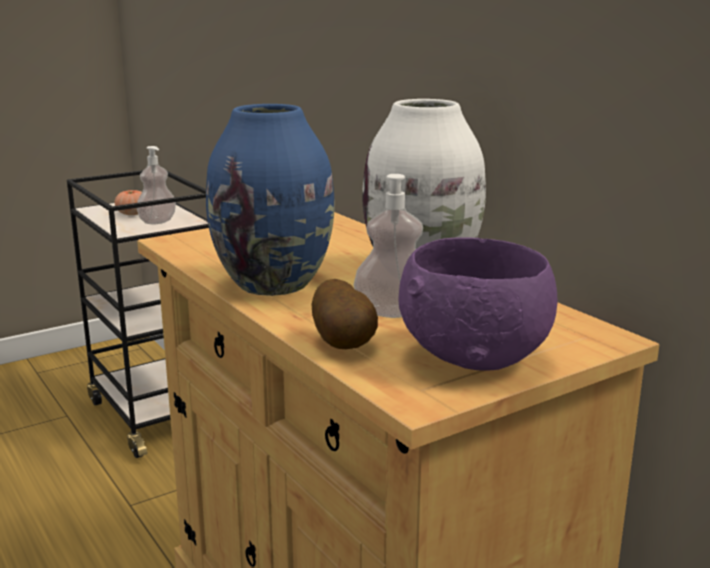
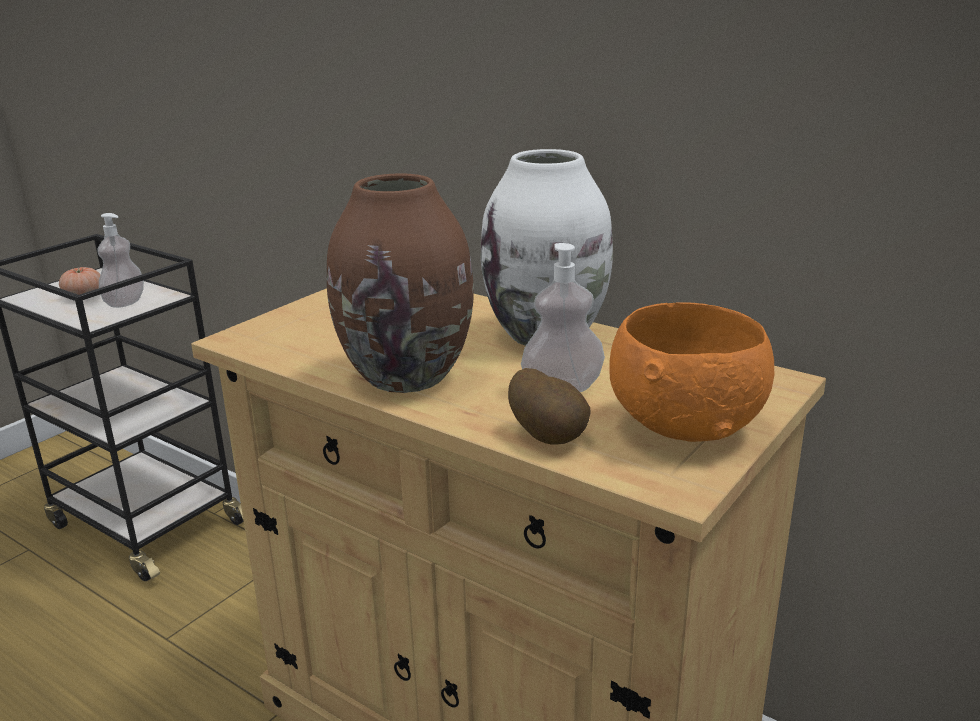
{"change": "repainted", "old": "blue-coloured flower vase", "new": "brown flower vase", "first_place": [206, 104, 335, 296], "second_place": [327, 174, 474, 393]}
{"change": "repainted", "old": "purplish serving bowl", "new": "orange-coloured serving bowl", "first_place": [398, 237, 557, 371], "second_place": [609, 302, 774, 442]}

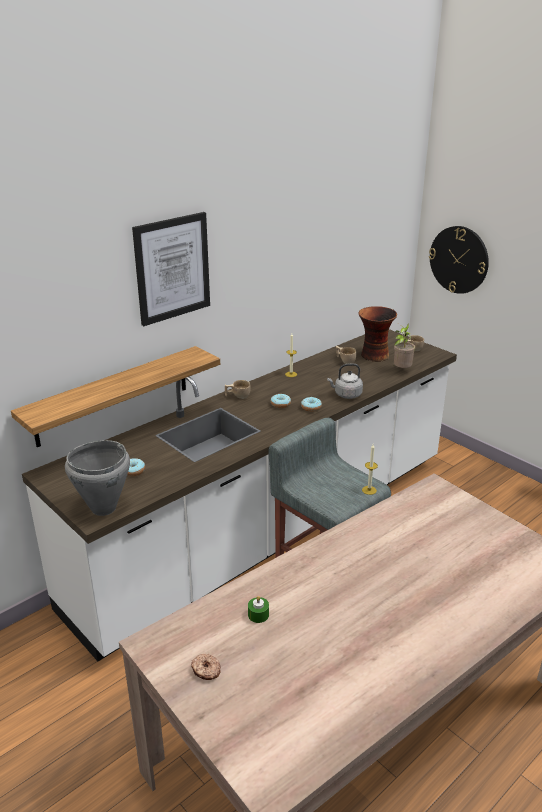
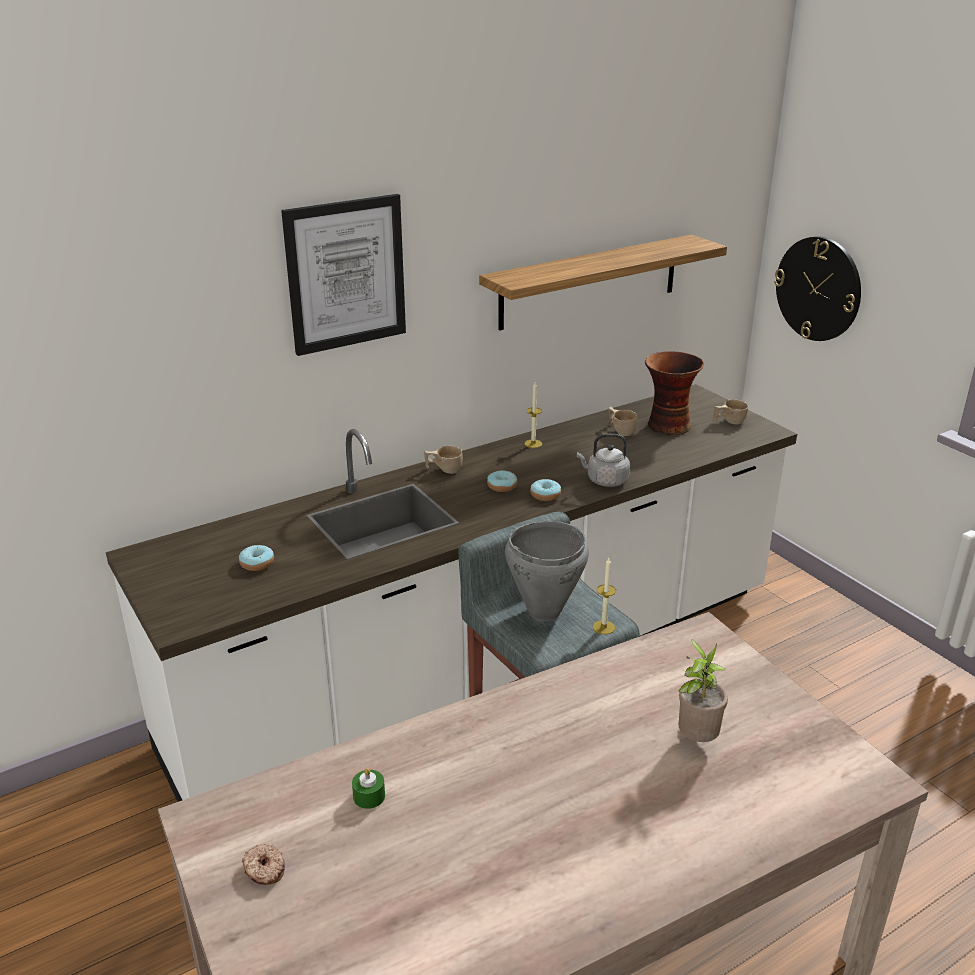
{"change": "shifted", "old": "shelf", "first_place": [11, 346, 220, 447], "second_place": [479, 235, 727, 331]}
{"change": "shifted", "old": "gray saucepot", "first_place": [65, 440, 130, 516], "second_place": [505, 521, 589, 621]}
{"change": "shifted", "old": "potted plant", "first_place": [394, 323, 415, 368], "second_place": [679, 639, 728, 742]}

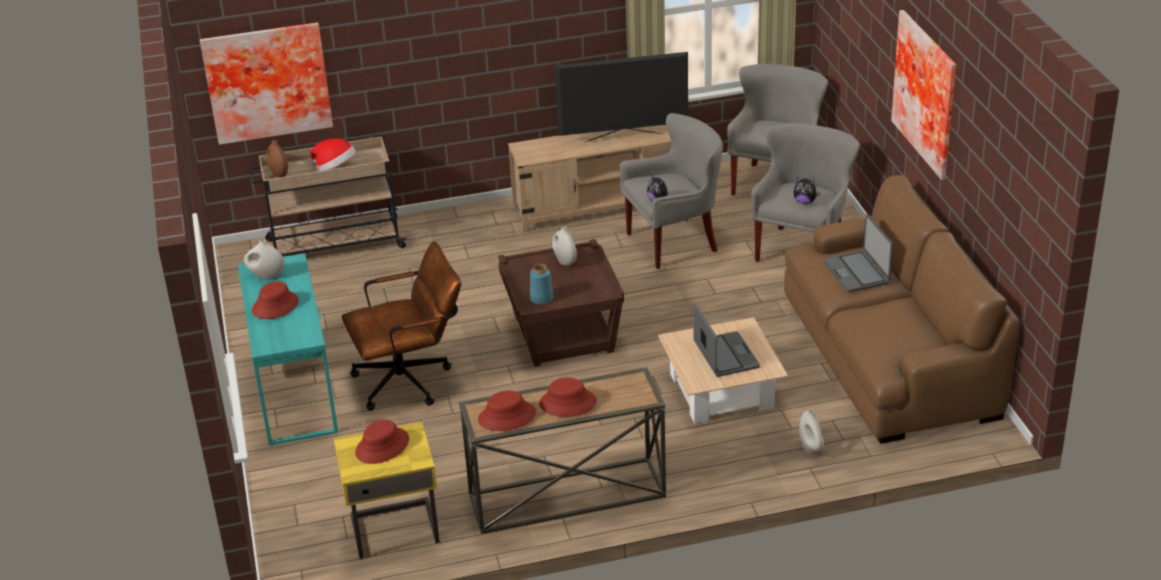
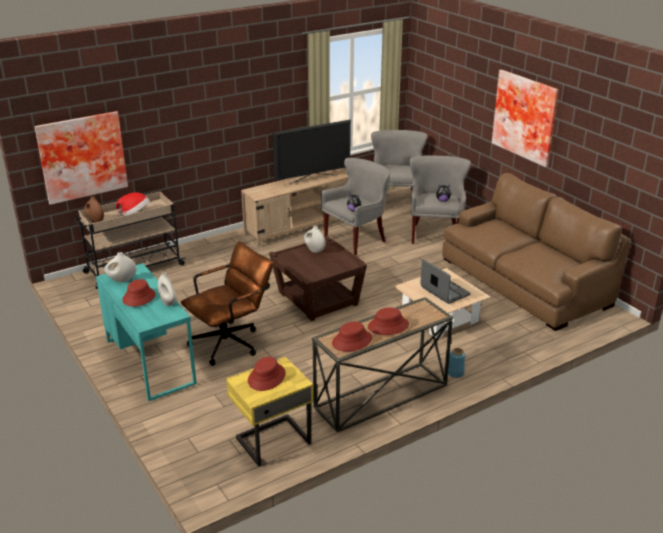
{"change": "shifted", "old": "blue-coloured flower vase", "first_place": [530, 264, 553, 305], "second_place": [448, 348, 465, 378]}
{"change": "shifted", "old": "whitish flower vase", "first_place": [799, 409, 824, 454], "second_place": [158, 272, 177, 306]}
{"change": "gone", "old": "notebook computer", "first_place": [823, 214, 893, 293]}

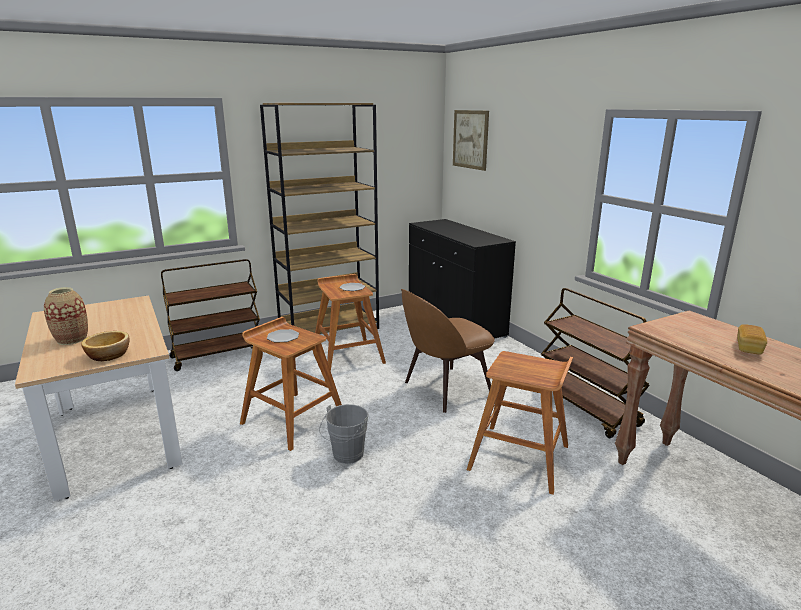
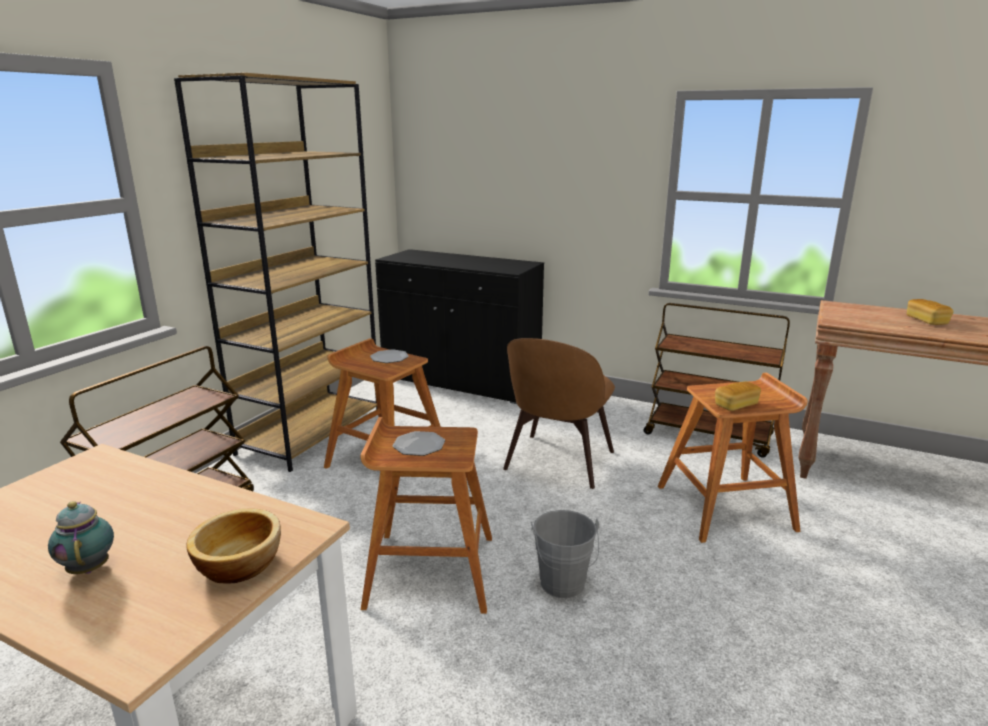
{"change": "swapped", "old": "flower vase", "new": "tea pot", "first_place": [44, 287, 88, 345], "second_place": [48, 501, 114, 574]}
{"change": "gone", "old": "wall picture", "first_place": [453, 110, 489, 171]}
{"change": "new", "new": "bakery bread", "second_place": [715, 381, 761, 411]}

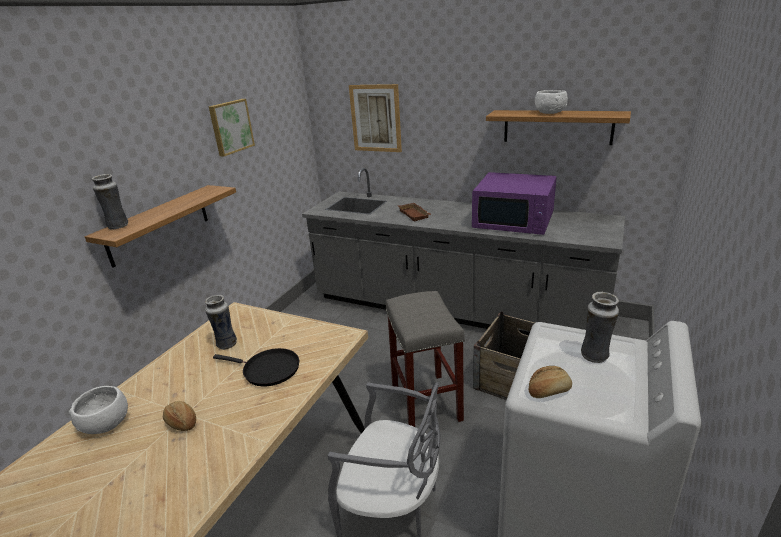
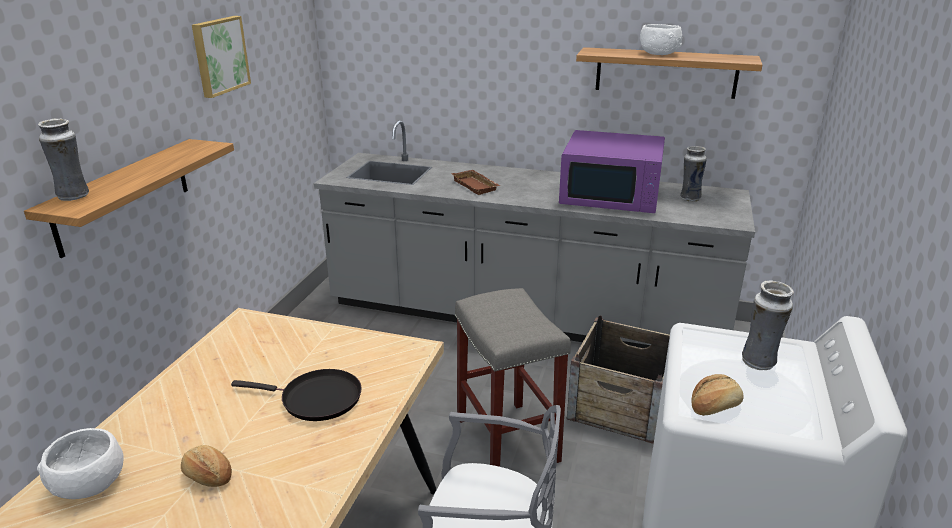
{"change": "shifted", "old": "flower vase", "first_place": [205, 295, 237, 350], "second_place": [680, 146, 707, 202]}
{"change": "gone", "old": "wall picture", "first_place": [349, 84, 402, 152]}

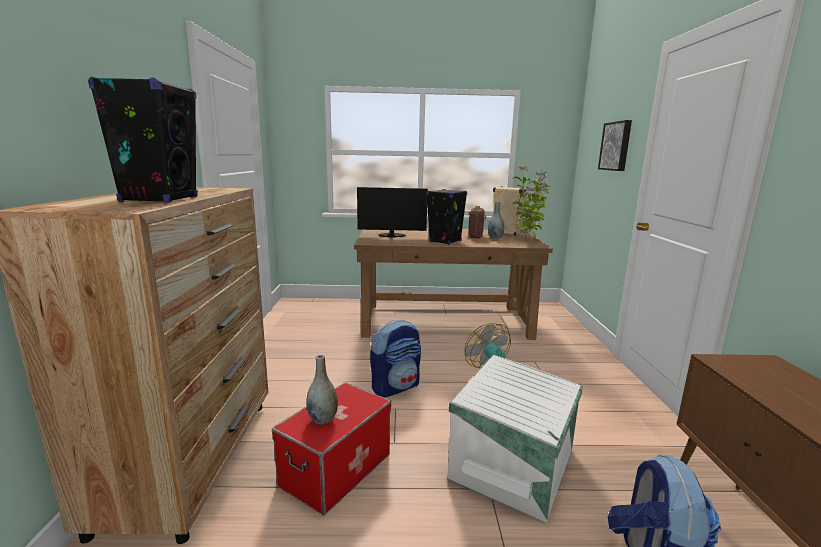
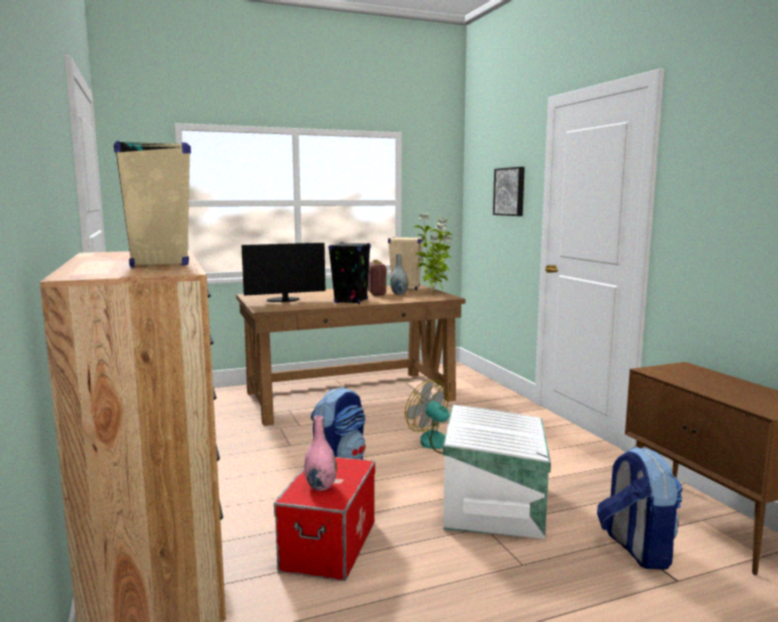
{"change": "repainted", "old": "black audio speaker", "new": "beige audio speaker", "first_place": [88, 77, 198, 203], "second_place": [114, 141, 191, 268]}
{"change": "repainted", "old": "gray flower vase", "new": "pink-coloured flower vase", "first_place": [307, 355, 338, 425], "second_place": [304, 416, 337, 491]}

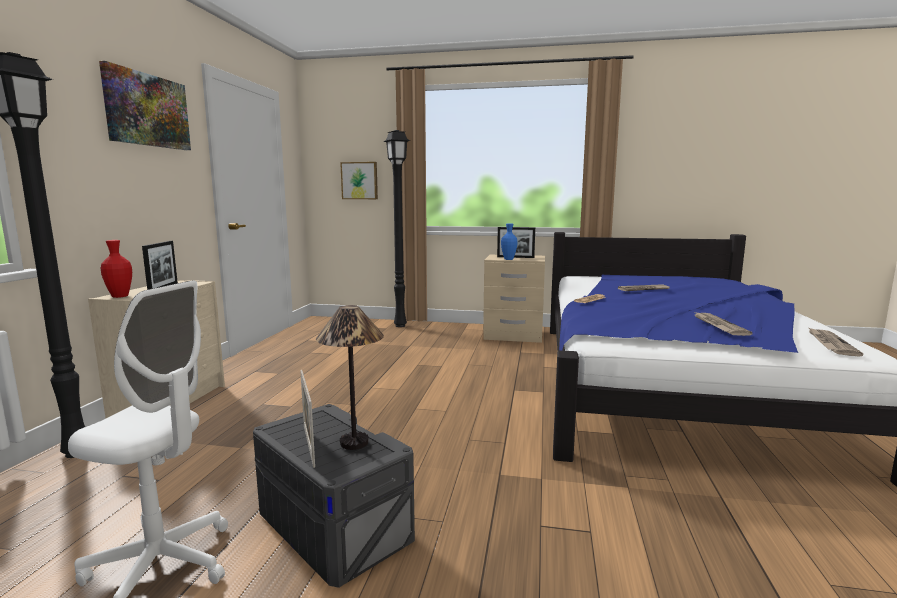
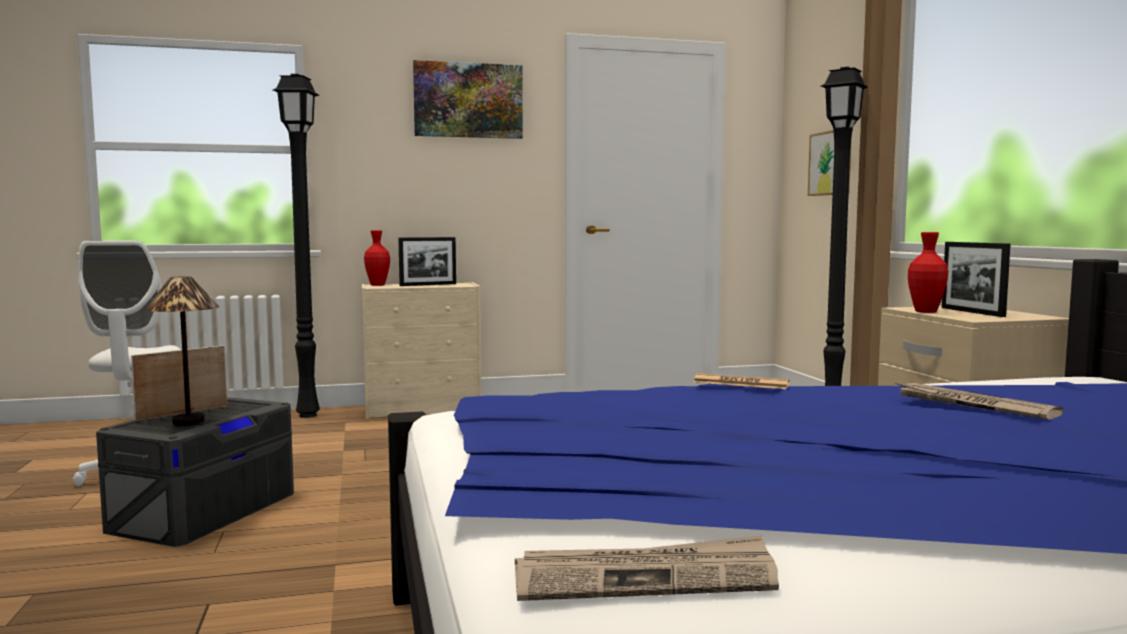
{"change": "repainted", "old": "blue-coloured flower vase", "new": "red-coloured flower vase", "first_place": [501, 223, 518, 260], "second_place": [908, 232, 948, 313]}
{"change": "gone", "old": "printed paper", "first_place": [693, 311, 752, 336]}

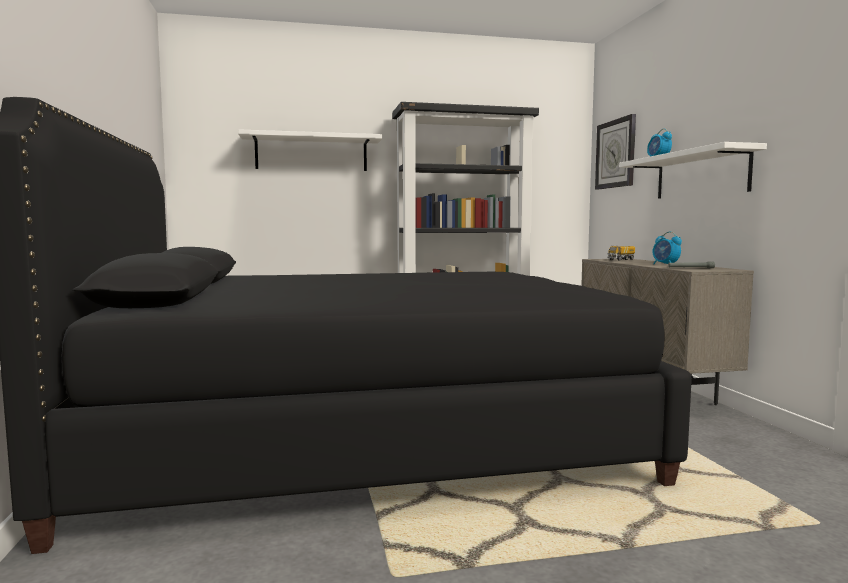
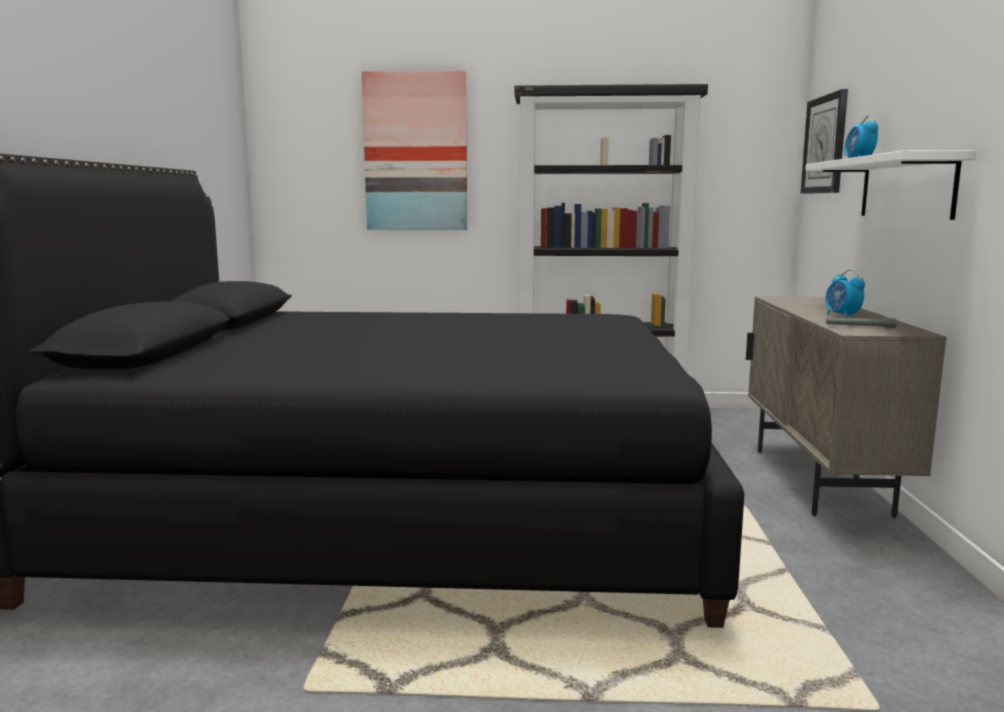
{"change": "swapped", "old": "whitish shelf", "new": "wall picture", "first_place": [238, 129, 383, 171], "second_place": [362, 70, 467, 230]}
{"change": "gone", "old": "toy lorry", "first_place": [607, 246, 635, 260]}

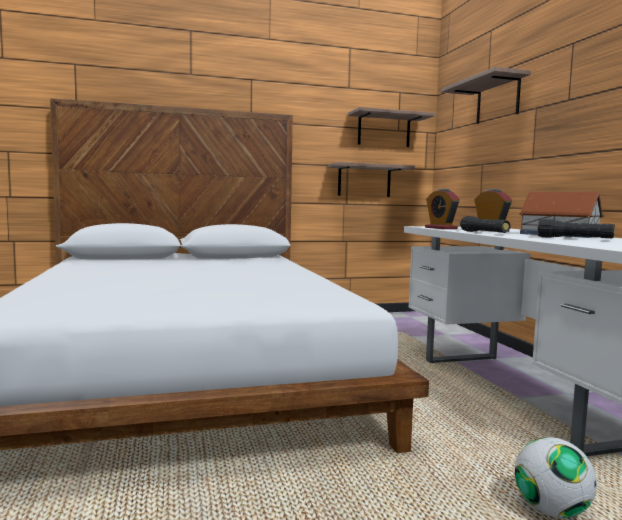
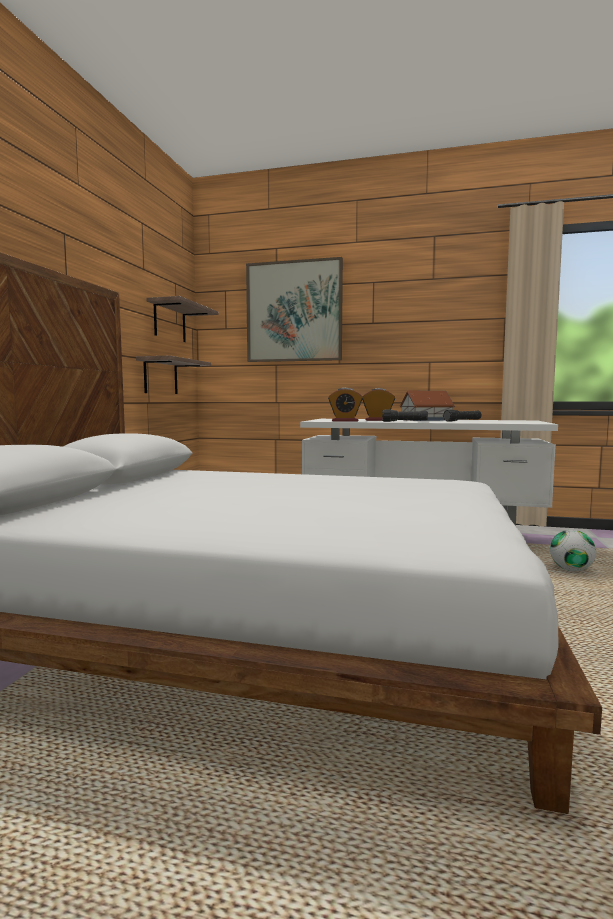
{"change": "swapped", "old": "shelf", "new": "wall picture", "first_place": [441, 67, 531, 124], "second_place": [246, 257, 343, 362]}

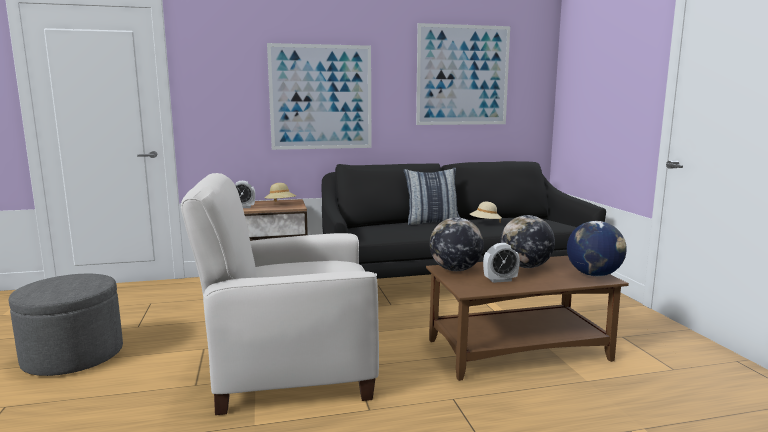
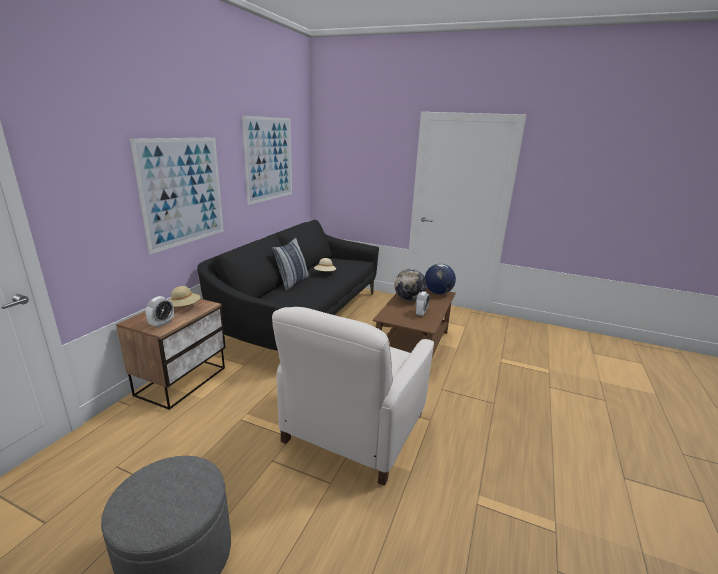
{"change": "gone", "old": "globe", "first_place": [430, 217, 484, 271]}

